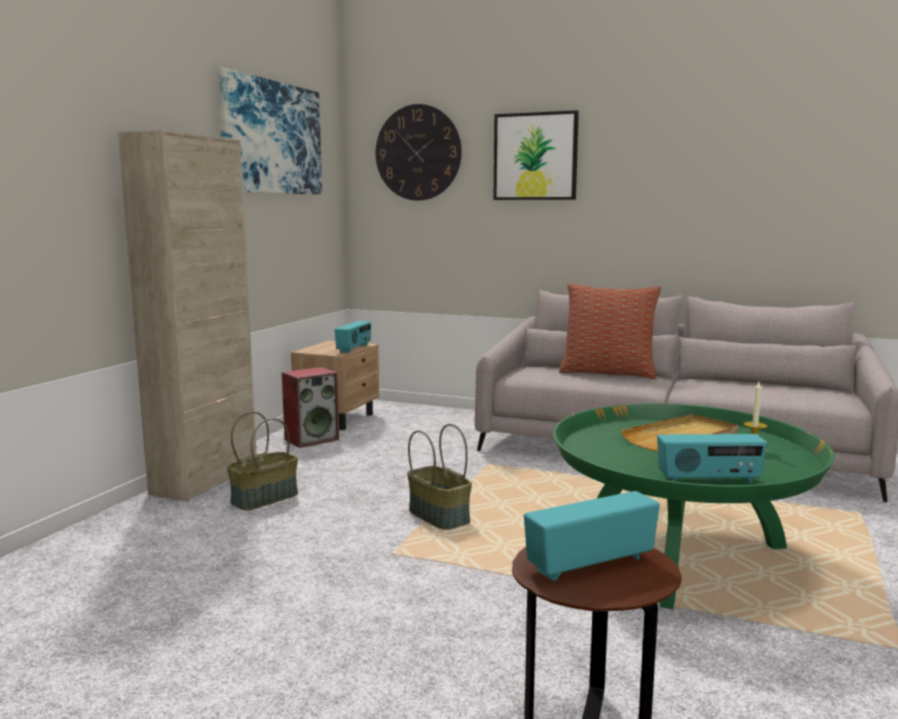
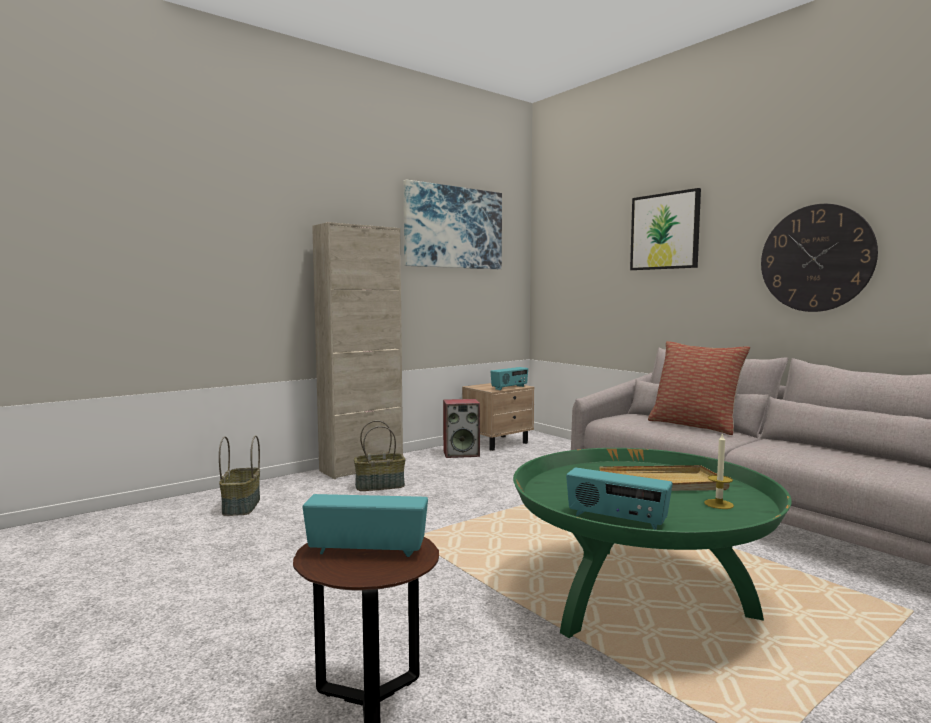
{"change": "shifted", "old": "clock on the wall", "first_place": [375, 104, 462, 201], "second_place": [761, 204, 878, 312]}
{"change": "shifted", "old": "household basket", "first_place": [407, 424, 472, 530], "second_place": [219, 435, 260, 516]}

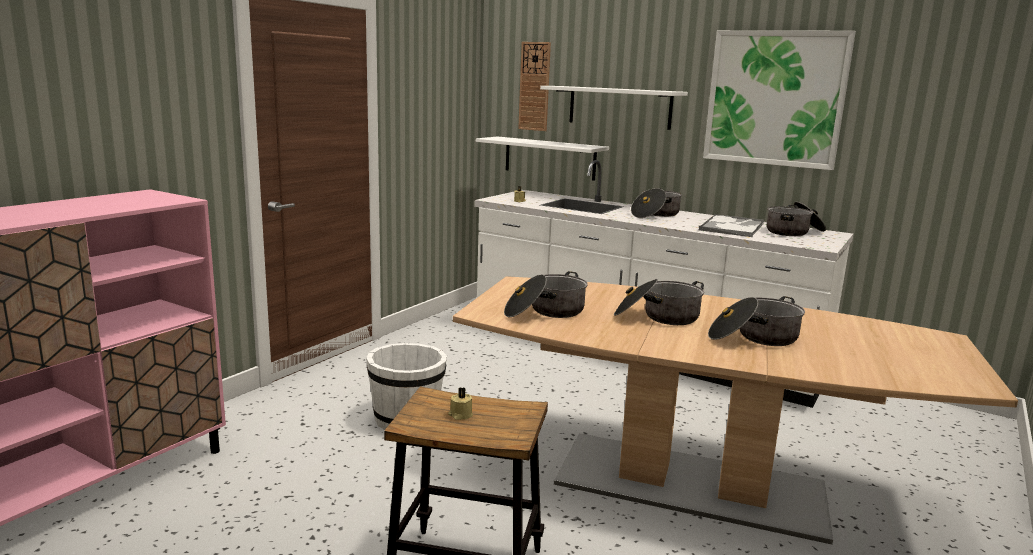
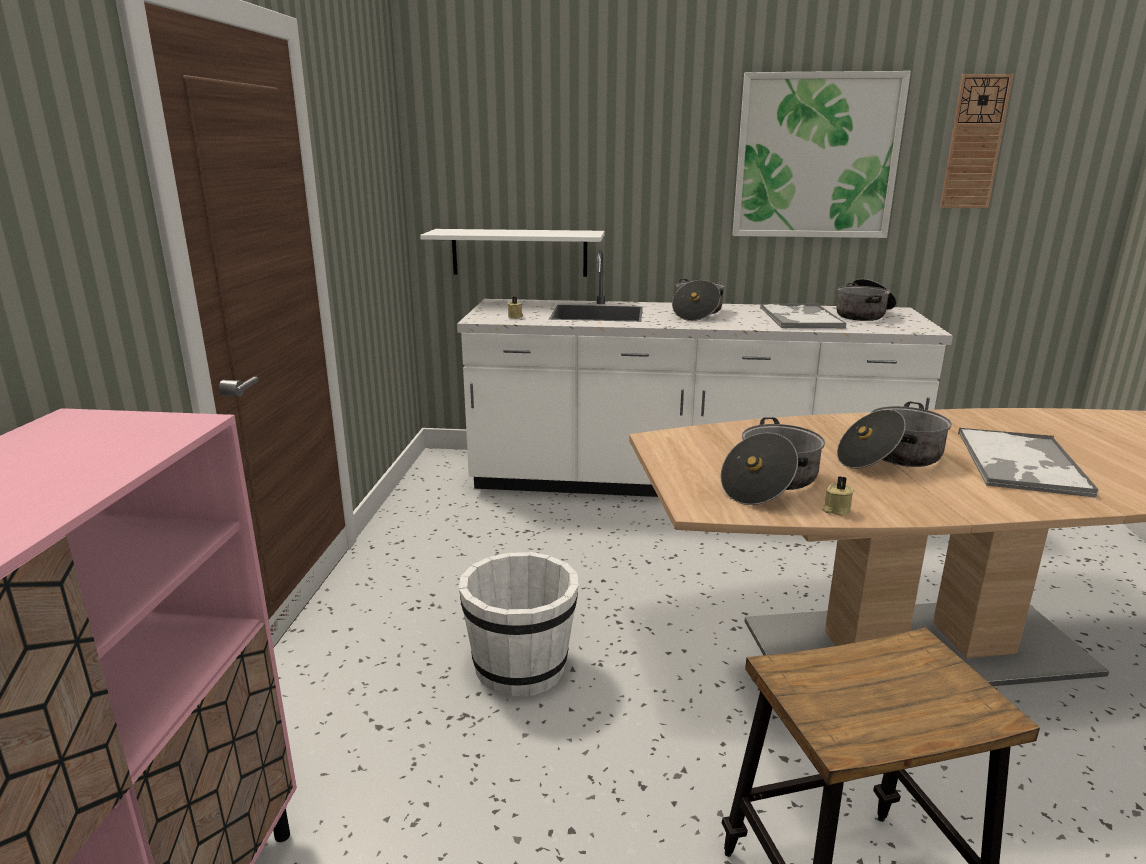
{"change": "shifted", "old": "beige wax candle", "first_place": [448, 387, 473, 420], "second_place": [822, 476, 854, 516]}
{"change": "shifted", "old": "clock on the wall", "first_place": [518, 42, 551, 131], "second_place": [940, 74, 1014, 208]}
{"change": "gone", "old": "whitish shelf", "first_place": [540, 86, 688, 130]}
{"change": "swapped", "old": "saucepot", "new": "carrying tray", "first_place": [708, 296, 805, 346], "second_place": [958, 428, 1099, 498]}

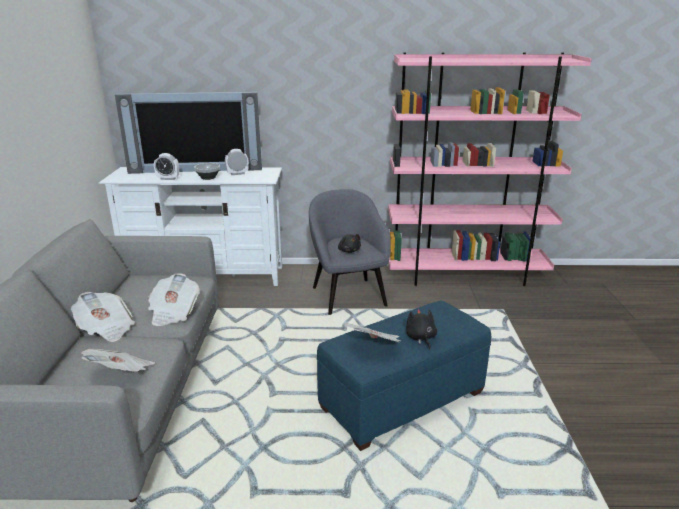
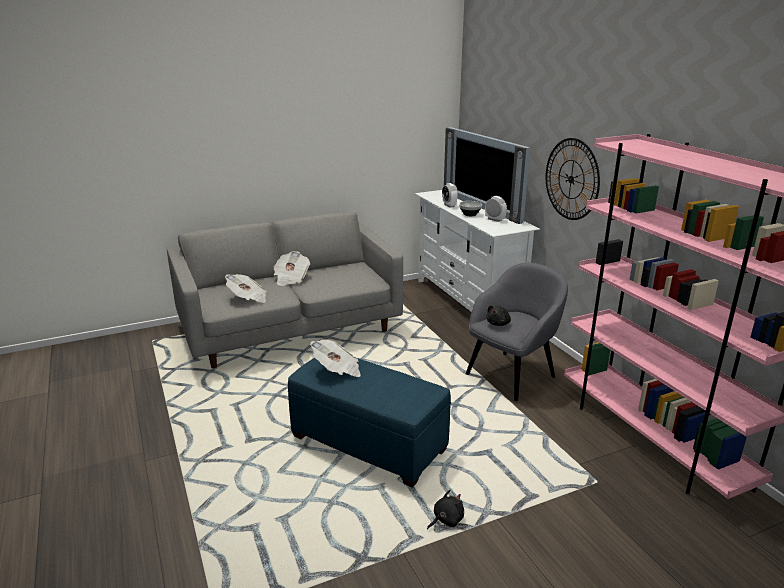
{"change": "gone", "old": "printed paper", "first_place": [148, 273, 200, 326]}
{"change": "shifted", "old": "black cuddly toy", "first_place": [406, 308, 437, 350], "second_place": [427, 490, 464, 529]}
{"change": "new", "new": "clock on the wall", "second_place": [546, 138, 600, 220]}

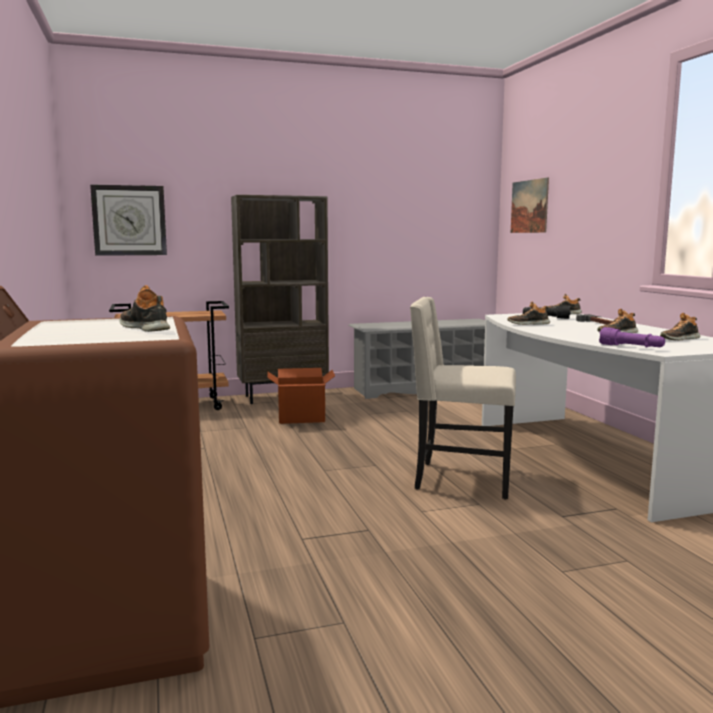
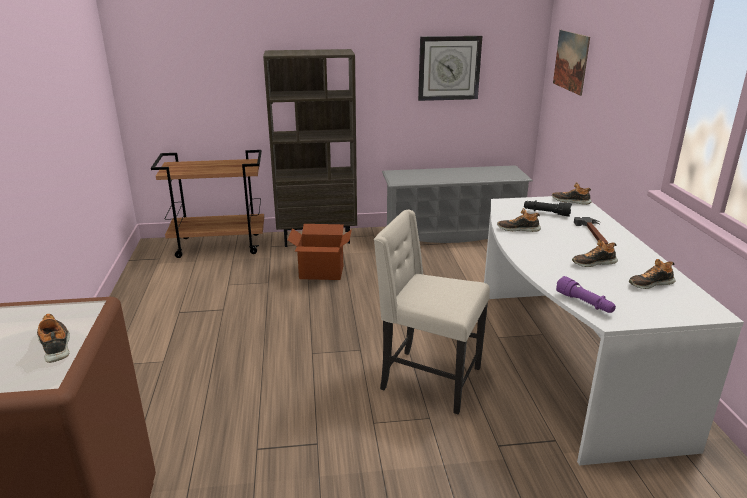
{"change": "shifted", "old": "clock on the wall", "first_place": [90, 184, 167, 256], "second_place": [418, 36, 482, 101]}

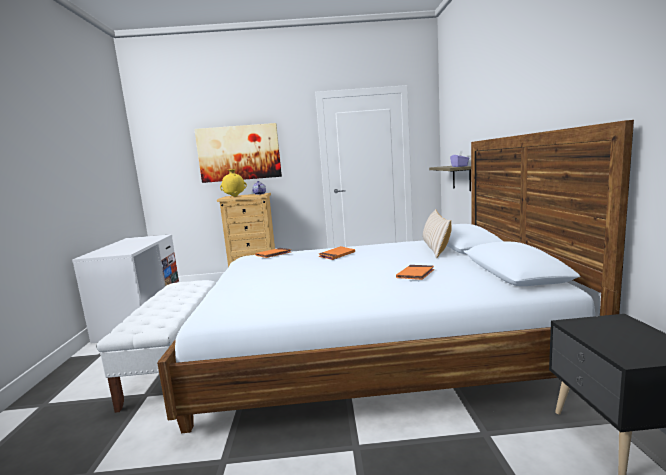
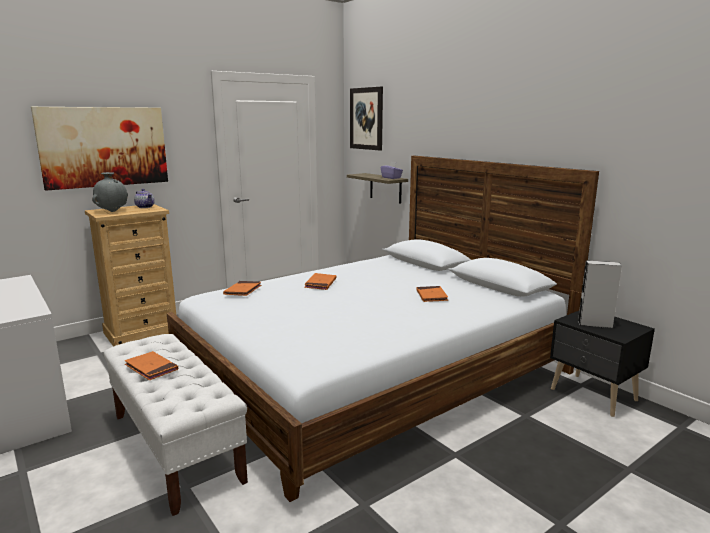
{"change": "repainted", "old": "yellowish flower vase", "new": "gray flower vase", "first_place": [220, 169, 247, 197], "second_place": [92, 172, 128, 212]}
{"change": "gone", "old": "beige throw pillow", "first_place": [423, 209, 452, 258]}
{"change": "new", "new": "orange-coloured book", "second_place": [125, 351, 178, 380]}
{"change": "new", "new": "wall picture", "second_place": [350, 87, 383, 150]}
{"change": "new", "new": "gray audio speaker", "second_place": [578, 260, 622, 328]}

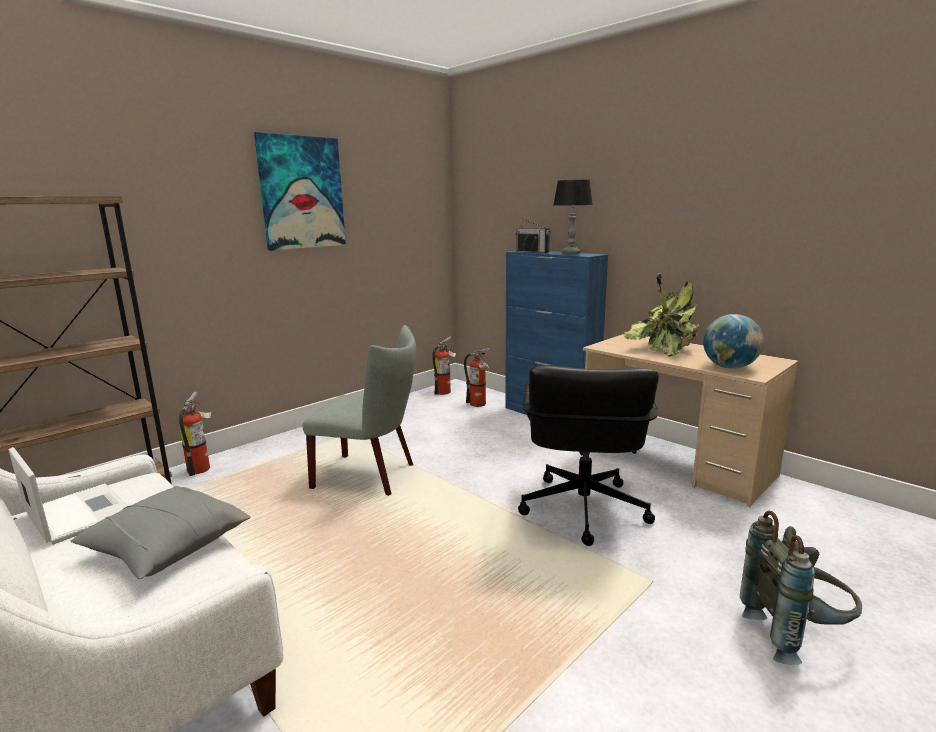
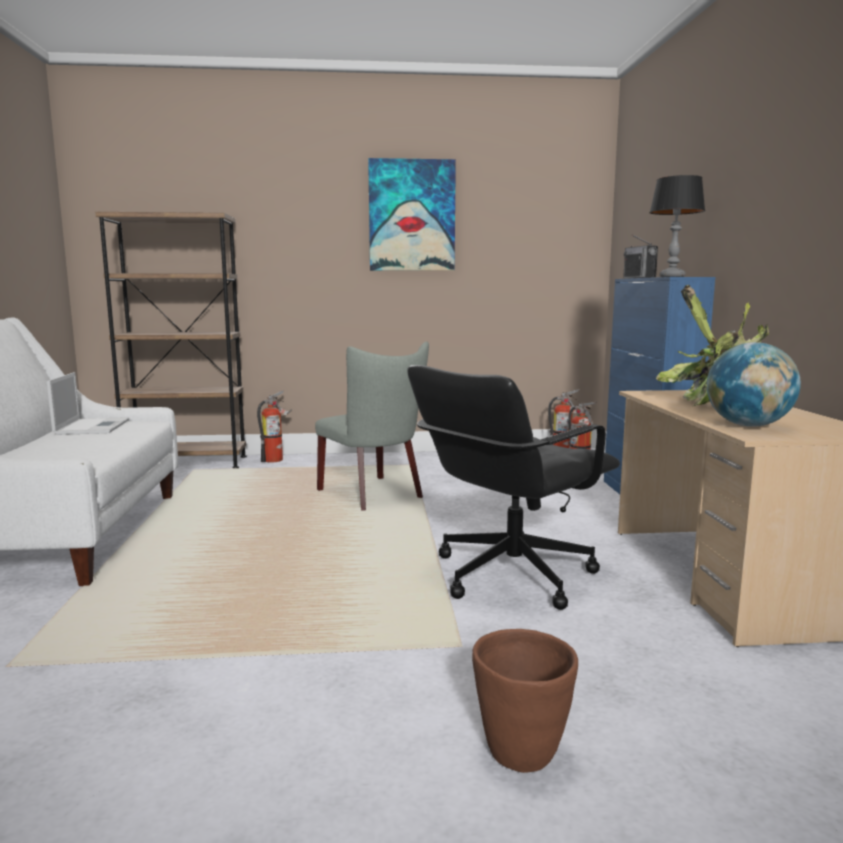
{"change": "gone", "old": "gray throw pillow", "first_place": [71, 486, 251, 579]}
{"change": "swapped", "old": "gray rucksack", "new": "brown flower pot", "first_place": [740, 510, 862, 665], "second_place": [472, 629, 578, 773]}

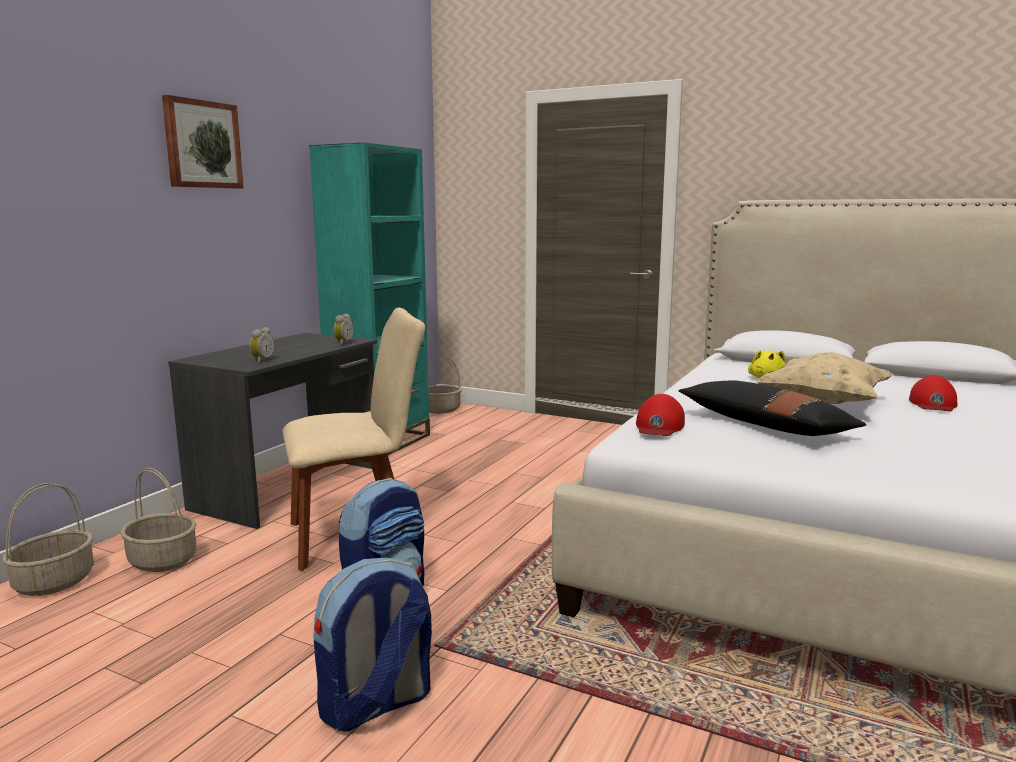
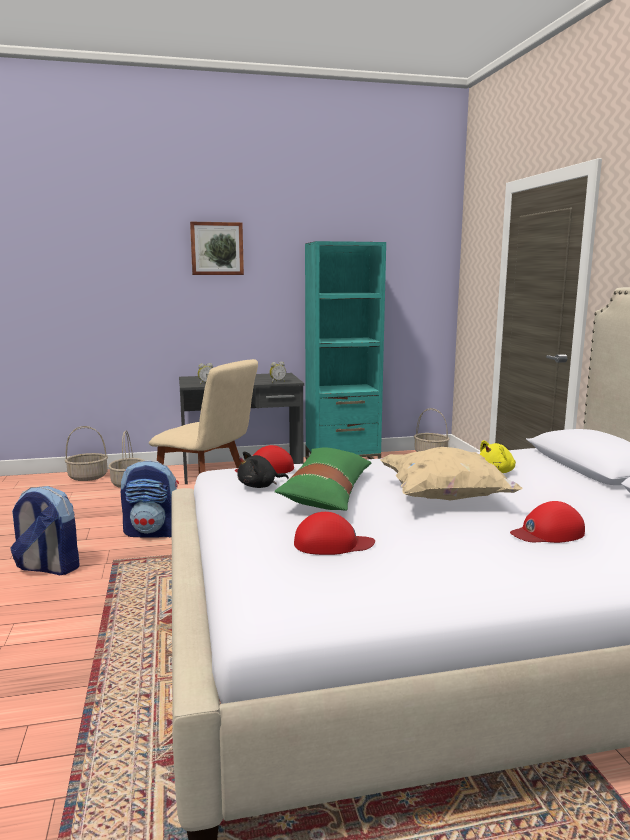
{"change": "repainted", "old": "black throw pillow", "new": "green-coloured throw pillow", "first_place": [678, 381, 867, 436], "second_place": [274, 447, 372, 511]}
{"change": "new", "new": "black cuddly toy", "second_place": [237, 451, 289, 488]}
{"change": "new", "new": "red-coloured baseball cap", "second_place": [294, 512, 375, 555]}

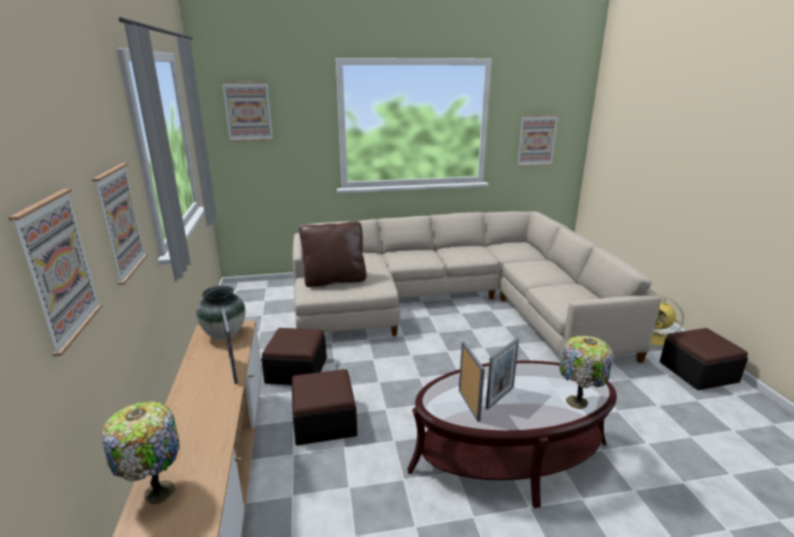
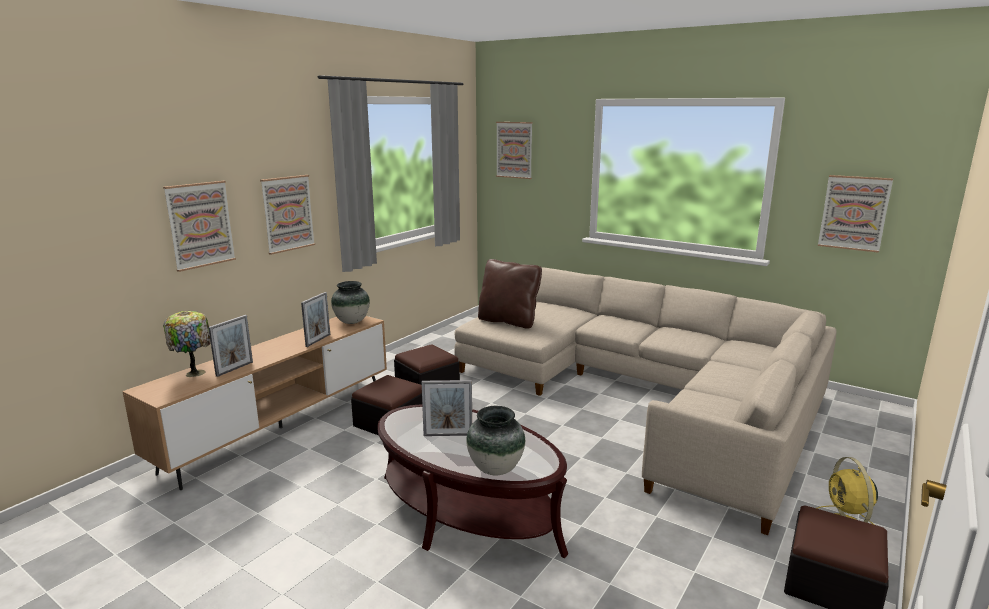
{"change": "shifted", "old": "picture frame", "first_place": [459, 341, 485, 422], "second_place": [208, 315, 253, 377]}
{"change": "swapped", "old": "table lamp", "new": "flower vase", "first_place": [559, 336, 614, 409], "second_place": [466, 406, 525, 475]}

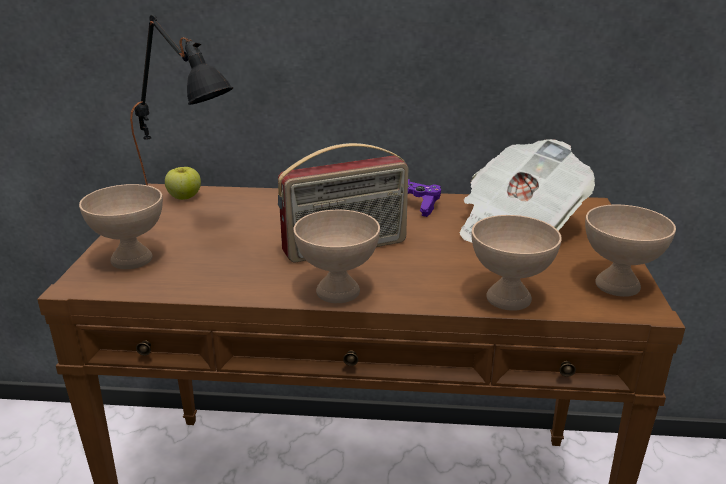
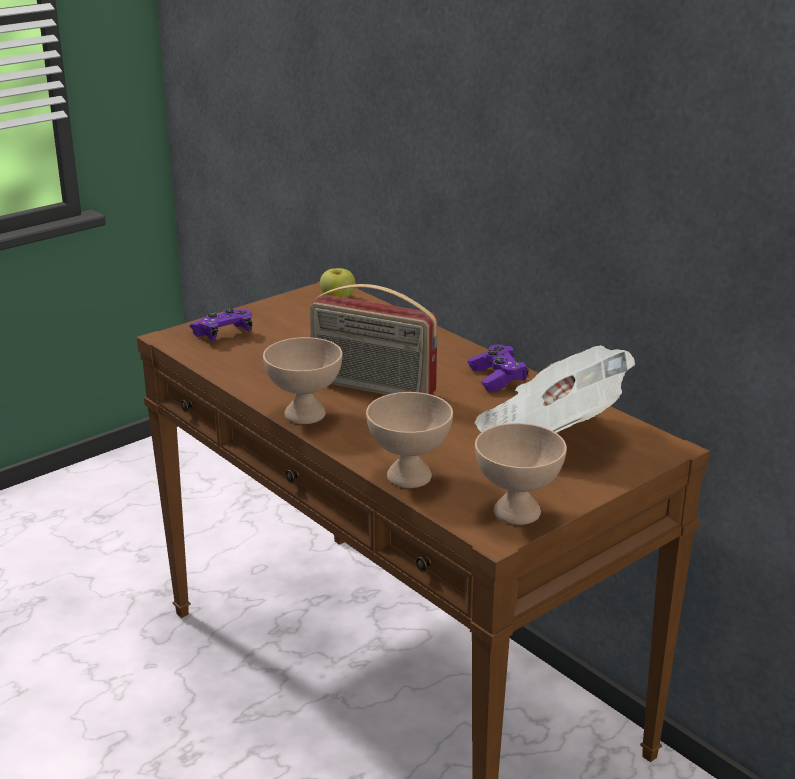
{"change": "swapped", "old": "beige serving bowl", "new": "purplish joypad", "first_place": [79, 184, 163, 269], "second_place": [190, 308, 253, 341]}
{"change": "gone", "old": "black table lamp", "first_place": [130, 15, 233, 185]}

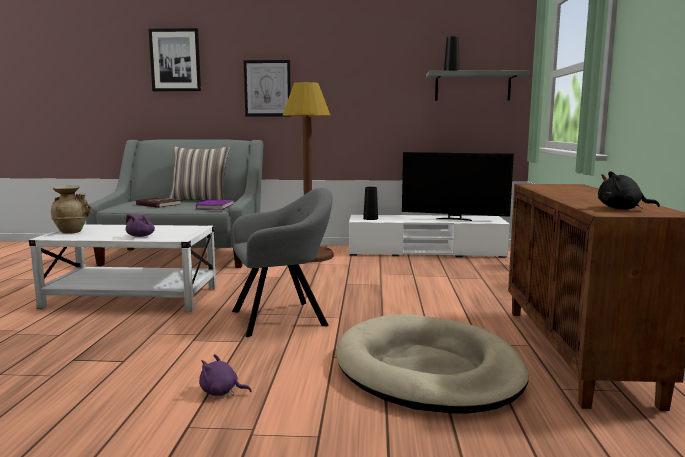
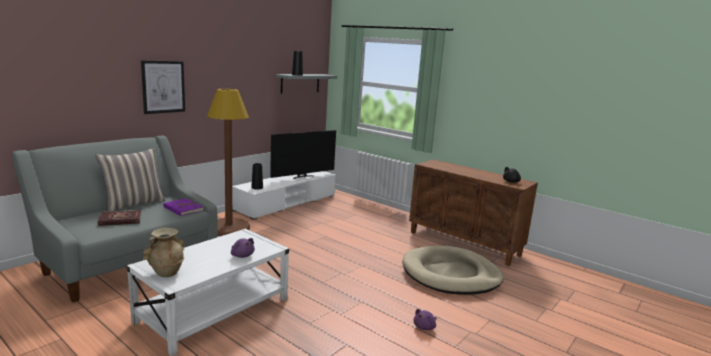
{"change": "gone", "old": "wall picture", "first_place": [149, 28, 201, 91]}
{"change": "gone", "old": "gray armchair", "first_place": [232, 188, 333, 337]}

